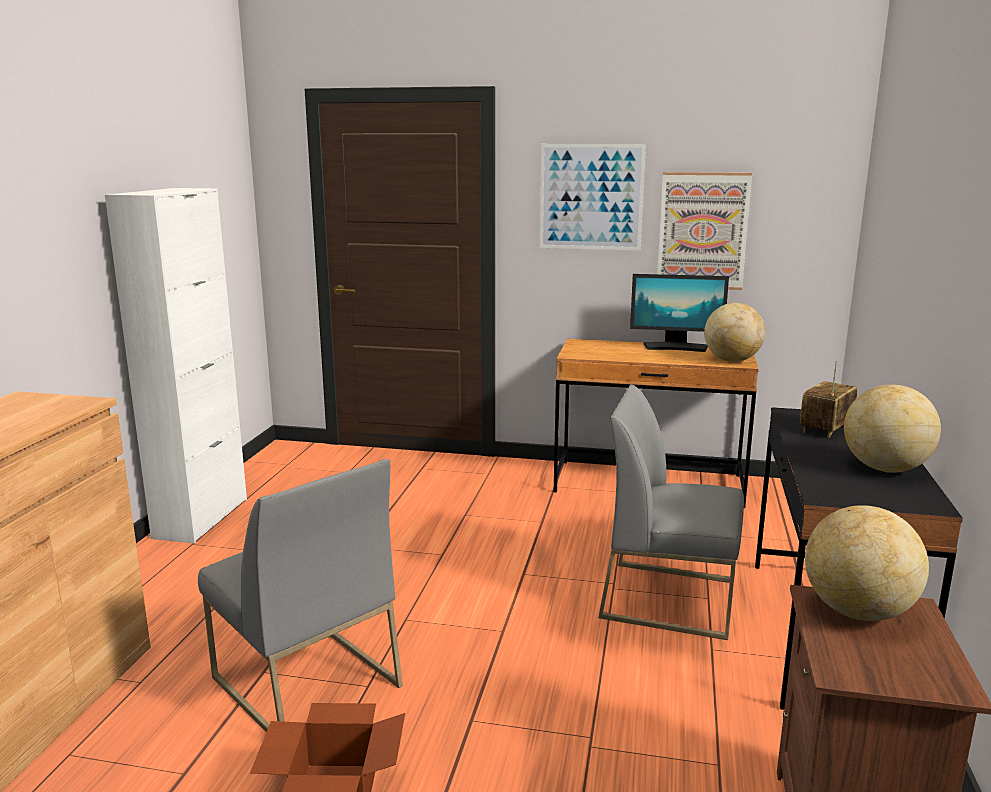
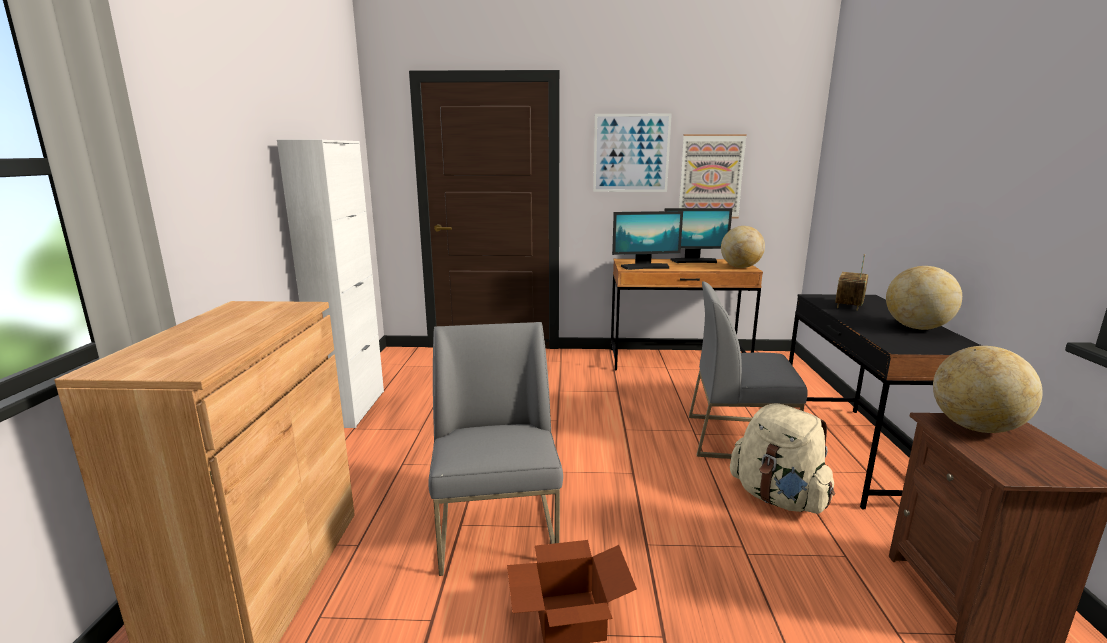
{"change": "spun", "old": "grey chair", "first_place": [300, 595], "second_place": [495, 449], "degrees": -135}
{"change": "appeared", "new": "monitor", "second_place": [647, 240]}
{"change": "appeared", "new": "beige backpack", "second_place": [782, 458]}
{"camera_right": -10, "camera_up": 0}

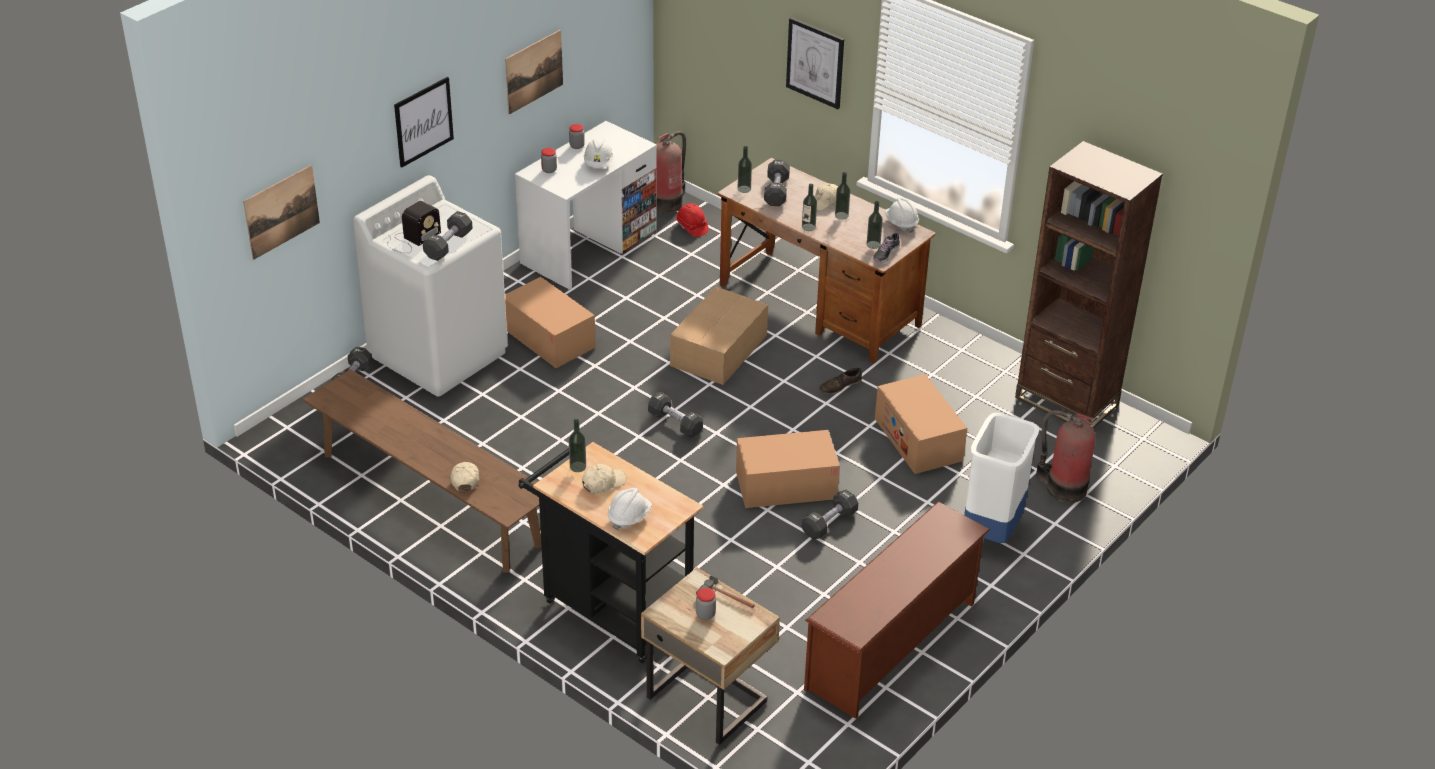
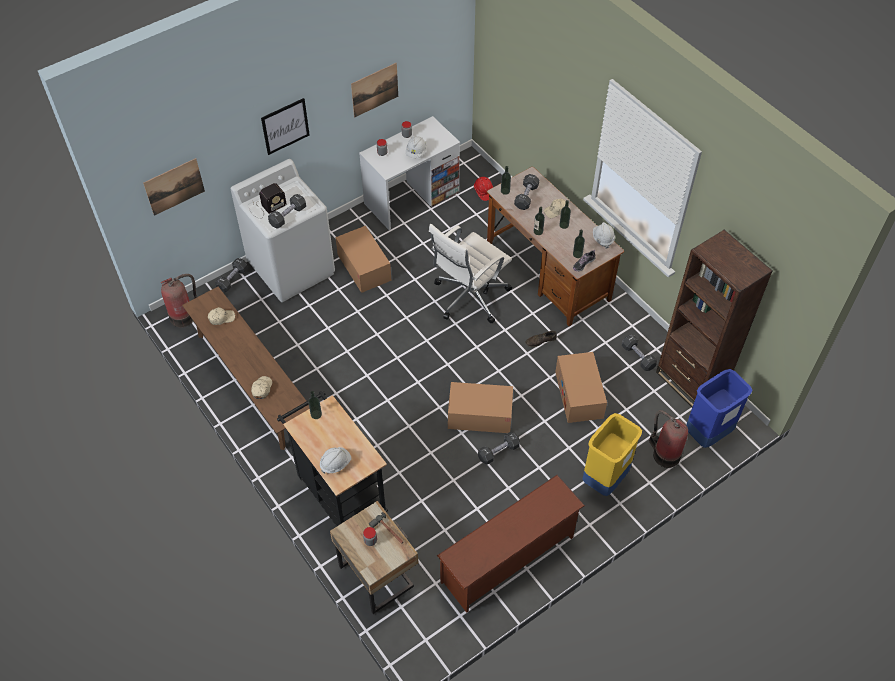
{"change": "relocated", "old": "fire extinguisher", "first_place": [671, 172], "second_place": [179, 300]}
{"change": "relocated", "old": "beige cap", "first_place": [604, 479], "second_place": [221, 316]}
{"change": "exchanged", "old": "cardboard box", "new": "white office chair", "first_place": [719, 336], "second_place": [470, 273]}
{"change": "colour", "old": "white trash can", "new": "yellow trash can", "first_place": [1001, 478], "second_place": [612, 454]}
{"change": "relocated", "old": "black dumbbell", "first_place": [675, 415], "second_place": [639, 353]}
{"change": "appeared", "new": "blue trash can", "second_place": [719, 408]}
{"change": "missing", "old": "picture", "first_place": [815, 63]}
{"camera_right": 15, "camera_up": 15}

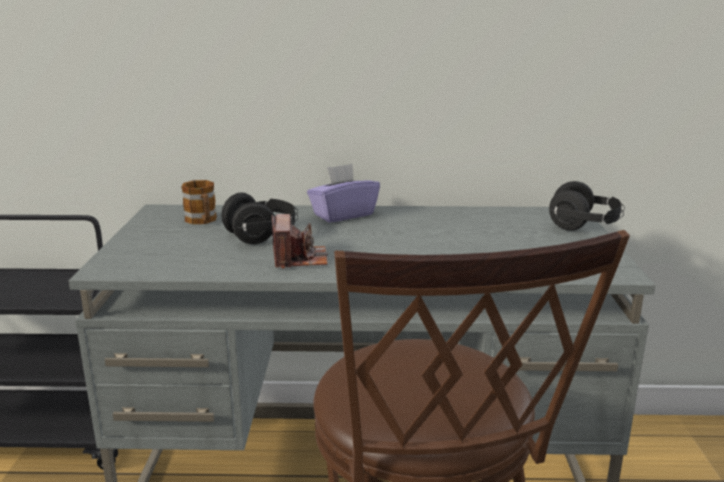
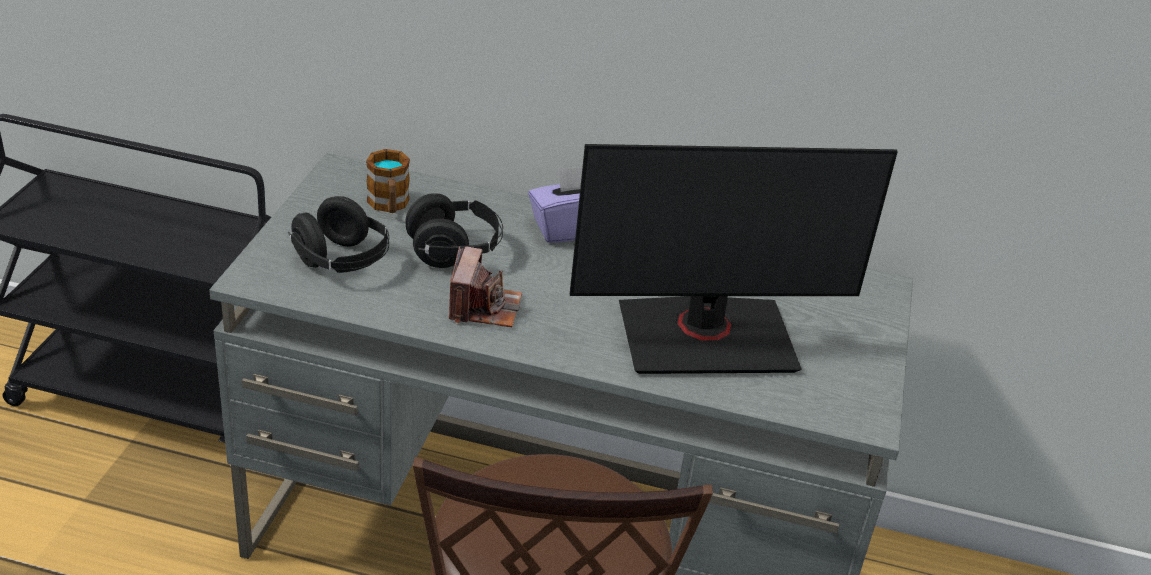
{"change": "relocated", "old": "black headphones", "first_place": [587, 206], "second_place": [338, 234]}
{"change": "appeared", "new": "monitor", "second_place": [734, 259]}
{"camera_right": 10, "camera_up": 15}

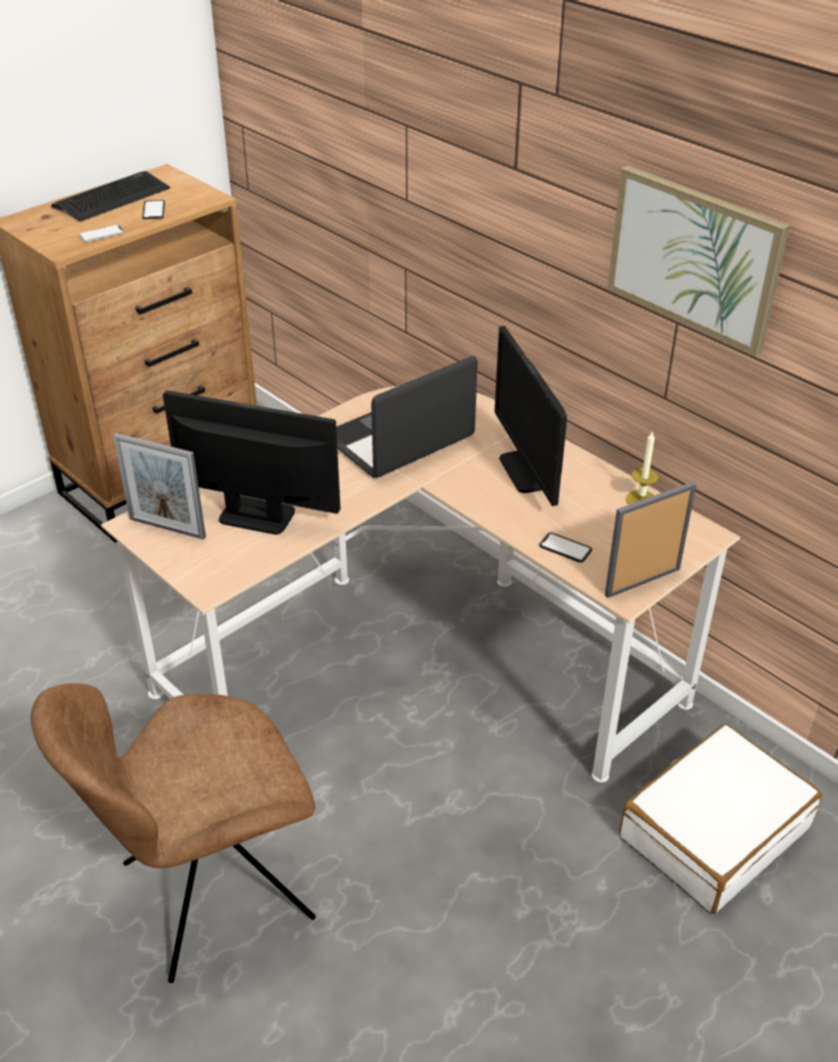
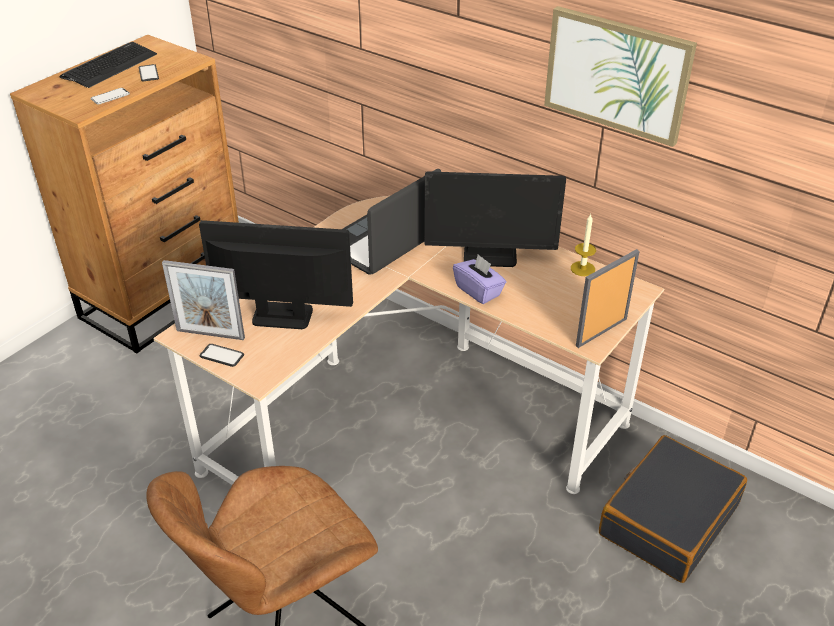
{"change": "relocated", "old": "phone", "first_place": [565, 547], "second_place": [222, 355]}
{"change": "spun", "old": "monitor", "first_place": [531, 416], "second_place": [495, 219], "degrees": -60}
{"change": "appeared", "new": "purple tissue box", "second_place": [479, 279]}
{"change": "colour", "old": "white suitcase", "new": "black suitcase", "first_place": [720, 819], "second_place": [673, 509]}
{"camera_right": -10, "camera_up": 0}

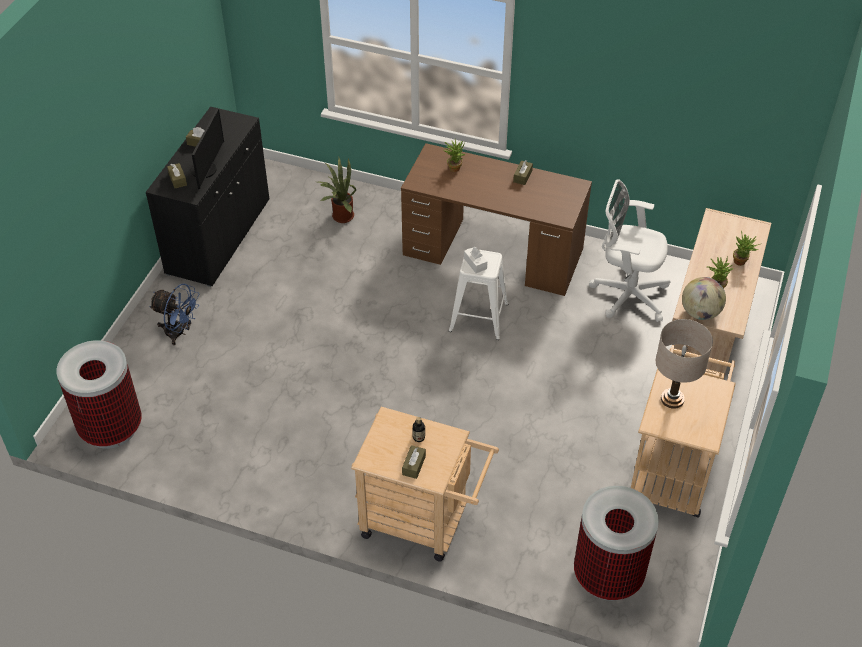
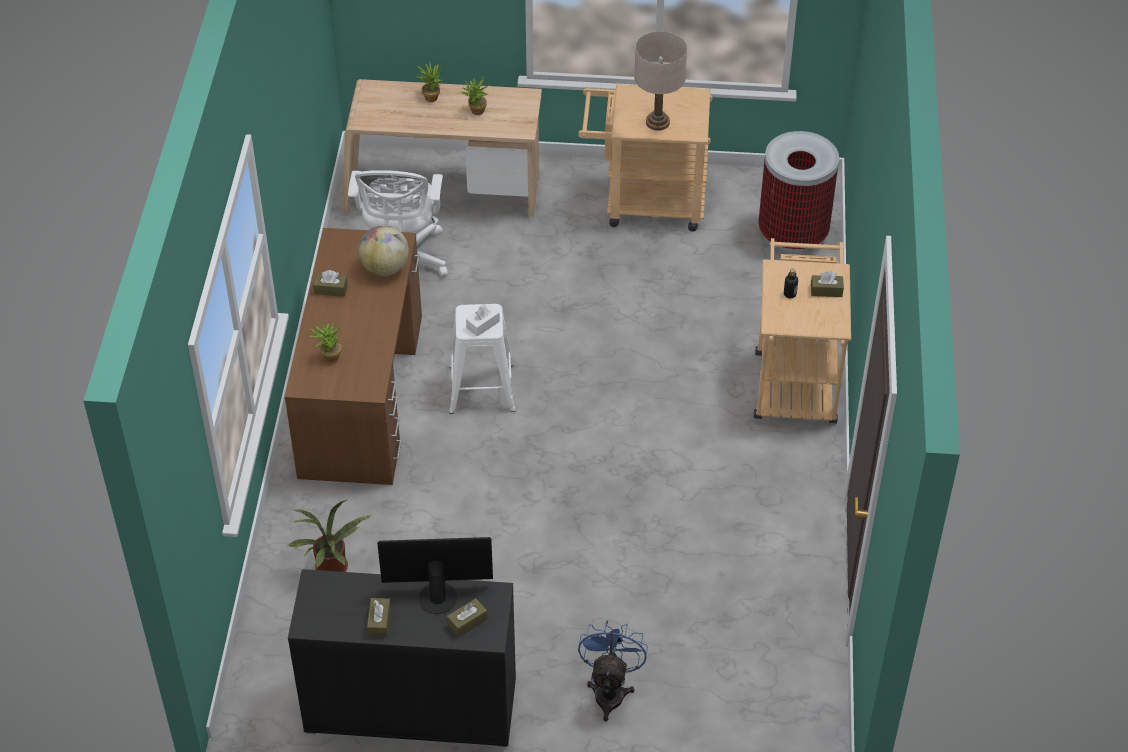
{"change": "relocated", "old": "globe", "first_place": [704, 298], "second_place": [383, 250]}
{"change": "missing", "old": "trash can", "first_place": [99, 394]}
{"camera_right": -105, "camera_up": 0}

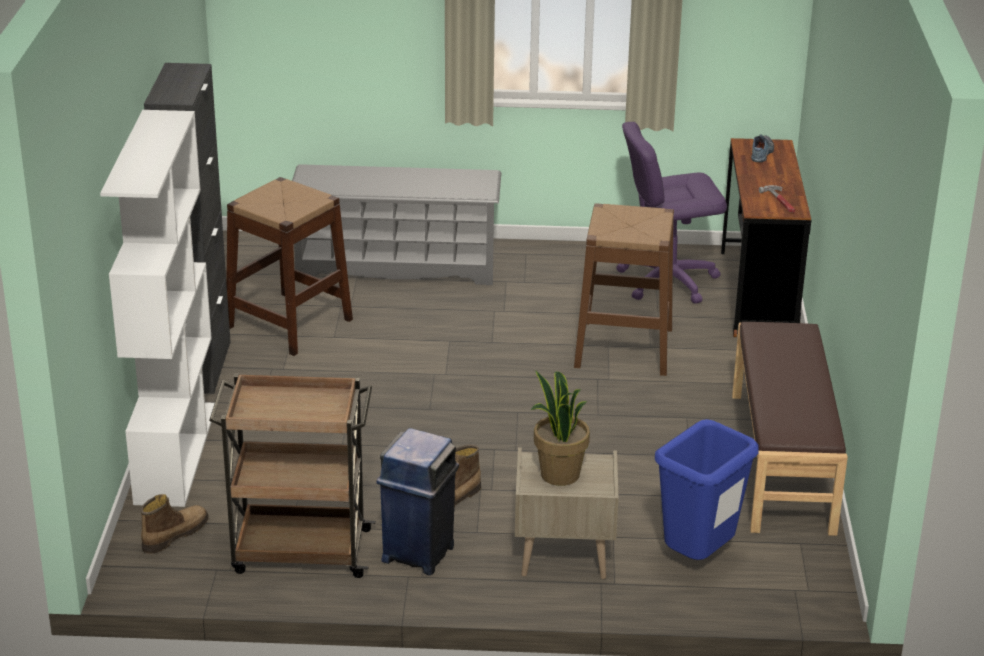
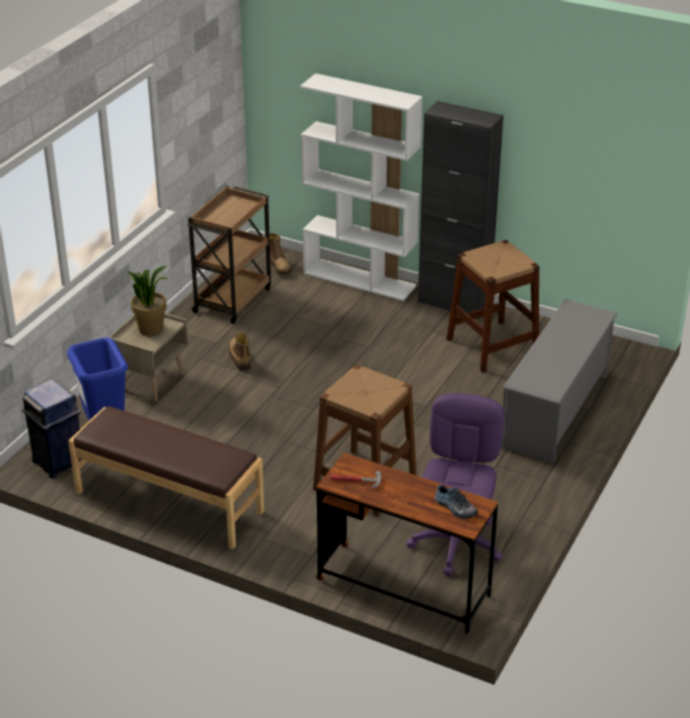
{"change": "relocated", "old": "blue trash can", "first_place": [417, 502], "second_place": [51, 429]}
{"camera_right": 115, "camera_up": 5}

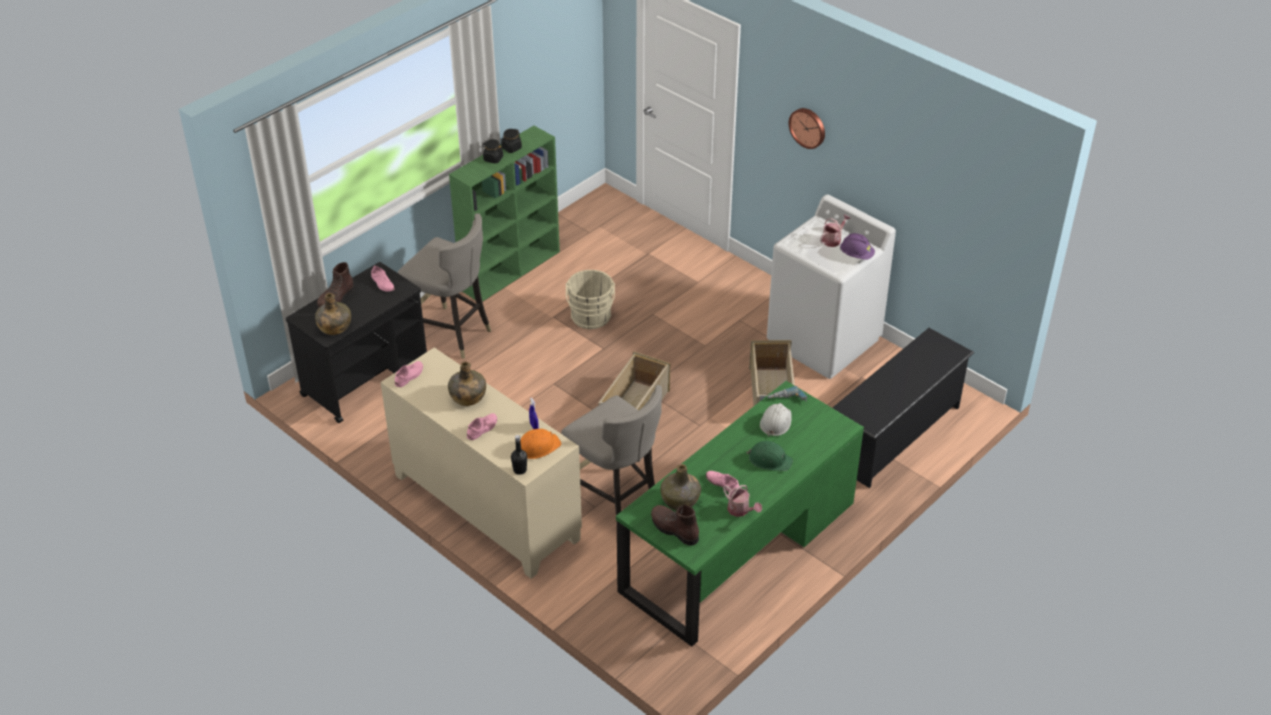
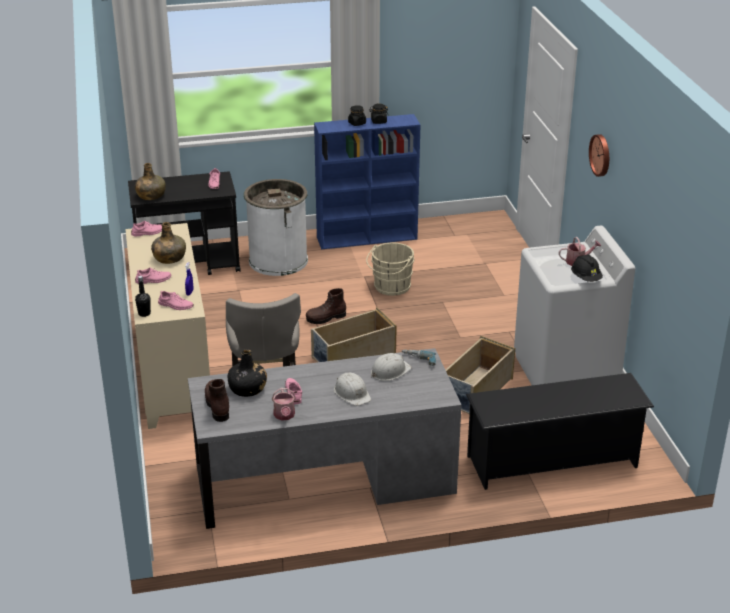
{"change": "exchanged", "old": "orange hard hat", "new": "pink shoe", "first_place": [540, 444], "second_place": [176, 300]}
{"change": "colour", "old": "green desk", "new": "grey desk", "first_place": [740, 514], "second_place": [325, 438]}
{"change": "colour", "old": "green bottle", "new": "black bottle", "first_place": [680, 487], "second_place": [247, 373]}
{"change": "exchanged", "old": "grey stool", "new": "white trash can", "first_place": [444, 286], "second_place": [276, 227]}
{"change": "relocated", "old": "brown boot", "first_place": [336, 285], "second_place": [326, 306]}
{"change": "colour", "old": "green bookcase", "new": "blue bookcase", "first_place": [504, 214], "second_place": [367, 182]}
{"change": "colour", "old": "green hard hat", "new": "white hard hat", "first_place": [770, 456], "second_place": [352, 389]}
{"change": "colour", "old": "purple hard hat", "new": "black hard hat", "first_place": [857, 246], "second_place": [587, 268]}
{"camera_right": 35, "camera_up": -10}

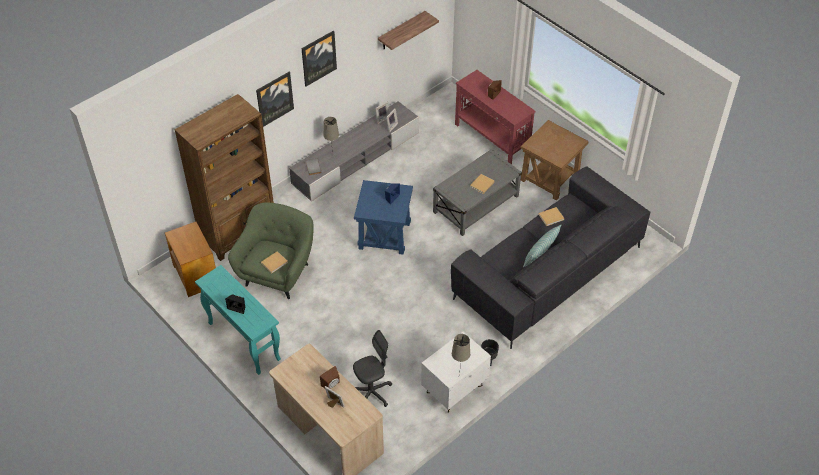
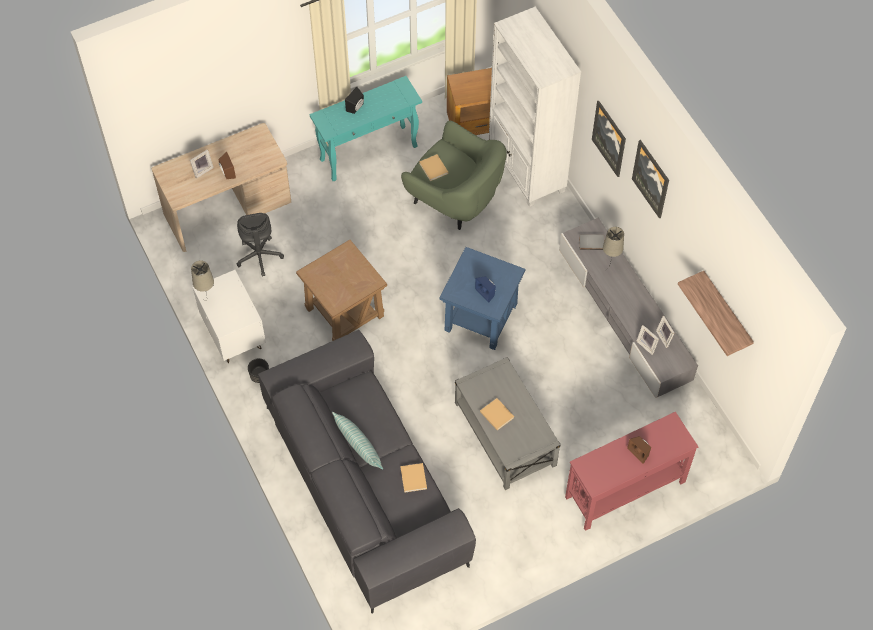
{"change": "relocated", "old": "brown side table", "first_place": [554, 160], "second_place": [341, 290]}
{"change": "colour", "old": "brown bookcase", "new": "white bookcase", "first_place": [224, 177], "second_place": [535, 107]}
{"camera_right": 105, "camera_up": 10}

